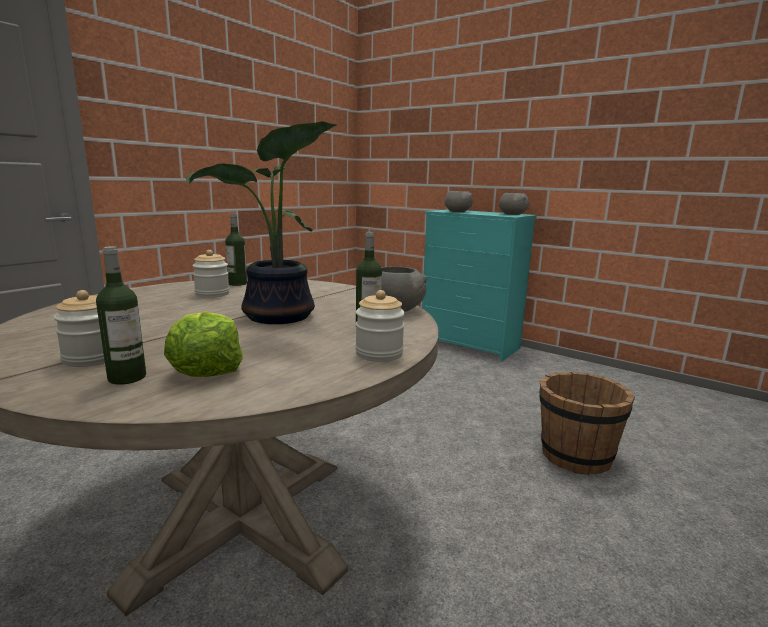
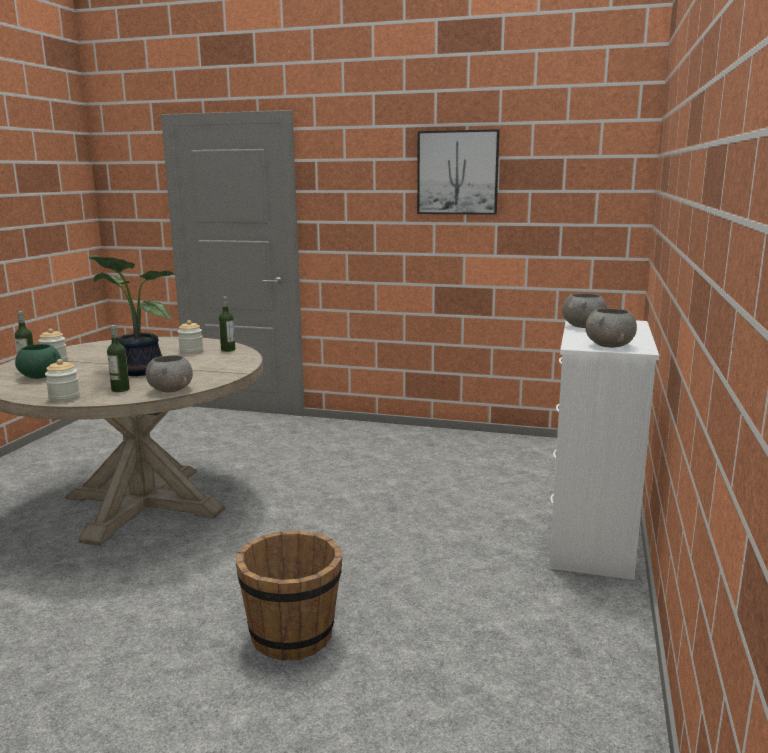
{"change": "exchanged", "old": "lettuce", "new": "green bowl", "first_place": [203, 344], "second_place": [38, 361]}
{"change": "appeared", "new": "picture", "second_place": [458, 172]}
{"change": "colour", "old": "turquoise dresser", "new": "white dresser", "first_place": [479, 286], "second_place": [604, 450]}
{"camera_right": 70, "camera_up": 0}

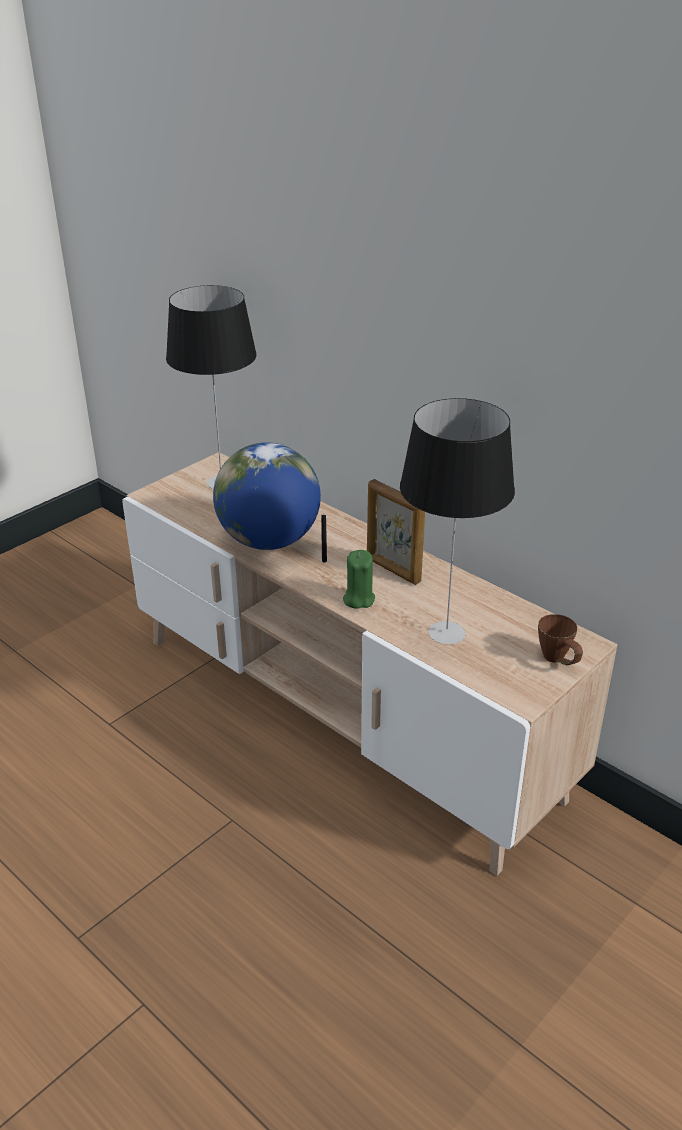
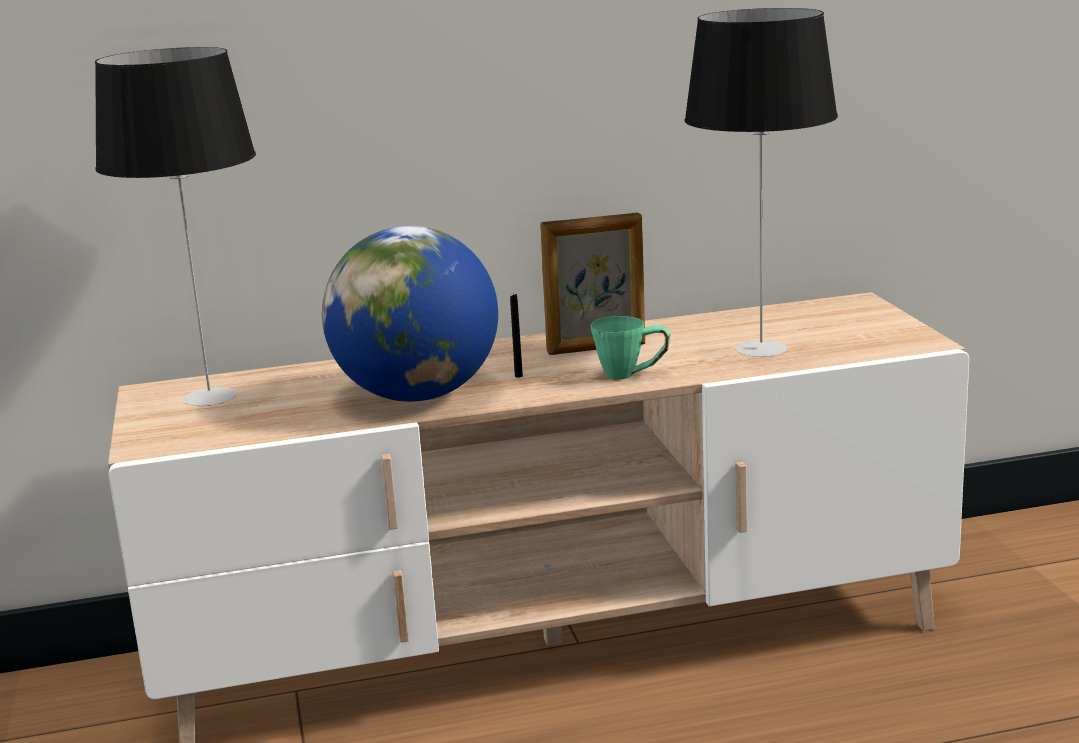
{"change": "exchanged", "old": "green candle", "new": "green mug", "first_place": [359, 579], "second_place": [631, 348]}
{"change": "missing", "old": "brown mug", "first_place": [560, 639]}
{"camera_right": -55, "camera_up": -15}

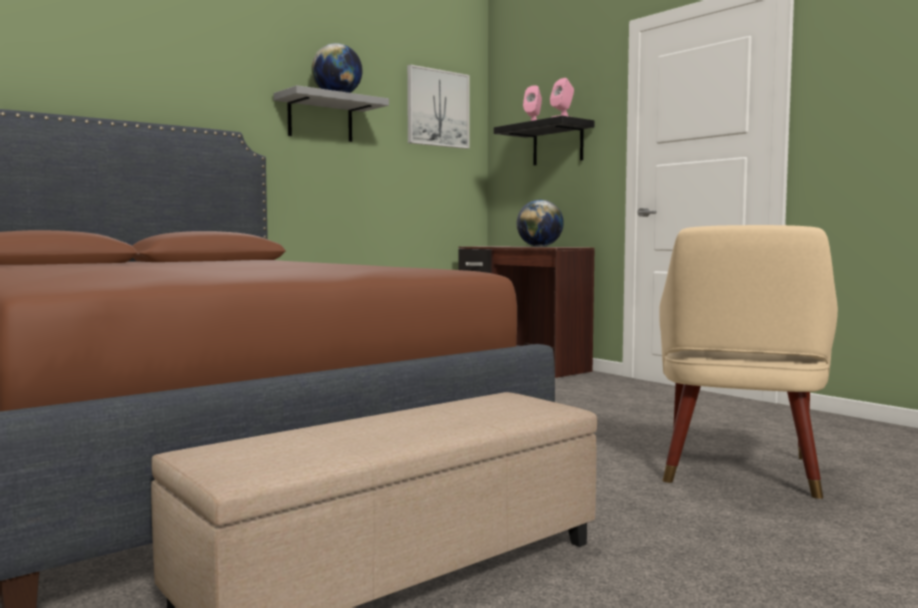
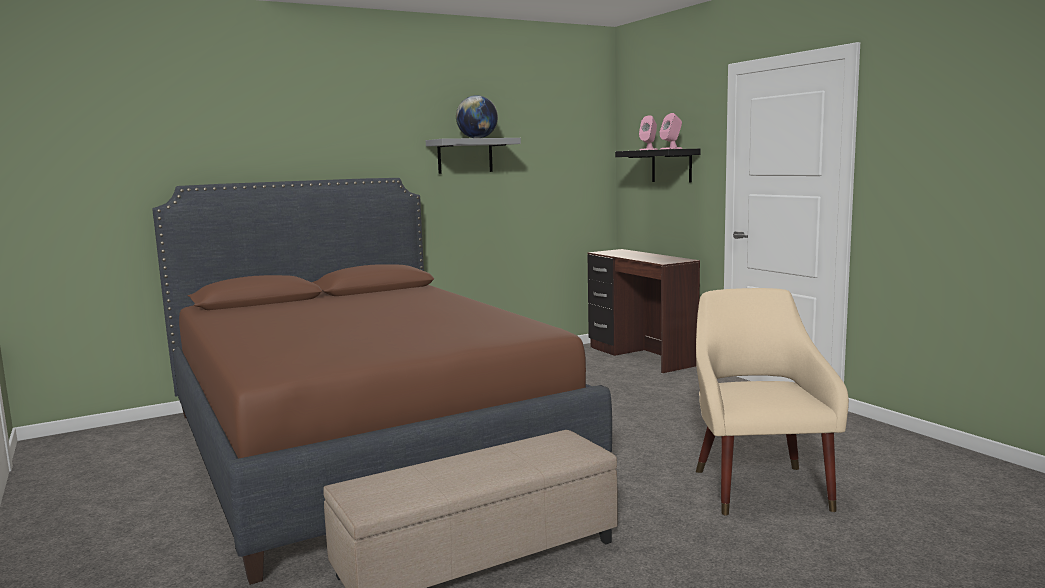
{"change": "spun", "old": "beige armchair", "first_place": [748, 362], "second_place": [772, 401], "degrees": 150}
{"change": "missing", "old": "picture", "first_place": [438, 107]}
{"change": "missing", "old": "globe", "first_place": [540, 223]}
{"camera_right": 10, "camera_up": 5}

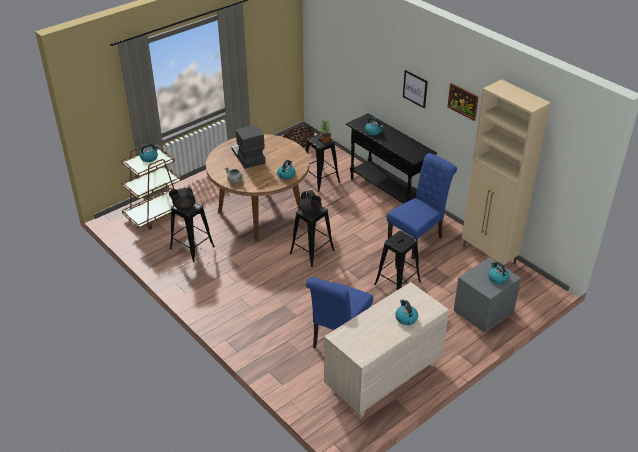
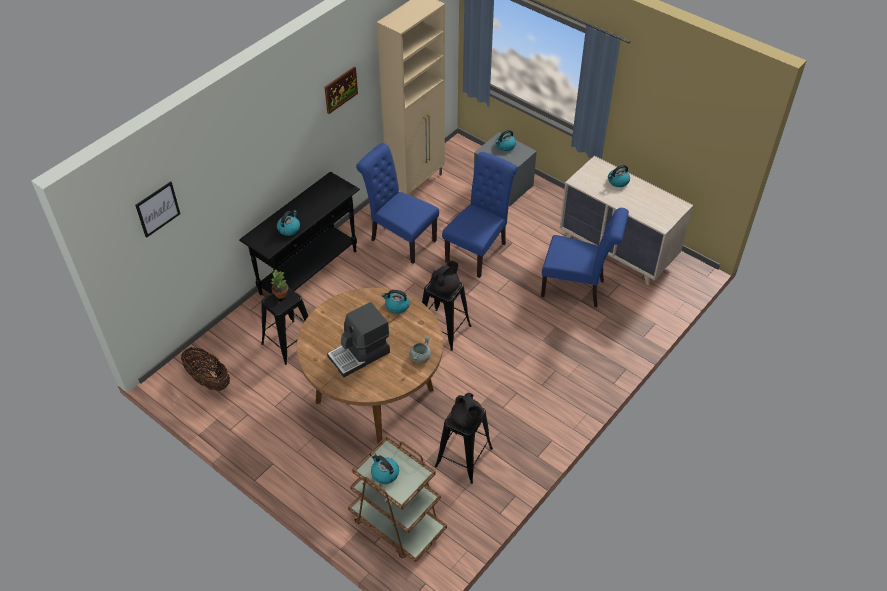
{"change": "relocated", "old": "picture", "first_place": [415, 89], "second_place": [157, 209]}
{"change": "exchanged", "old": "black stool", "new": "blue chair", "first_place": [397, 260], "second_place": [480, 215]}
{"camera_right": -100, "camera_up": 10}

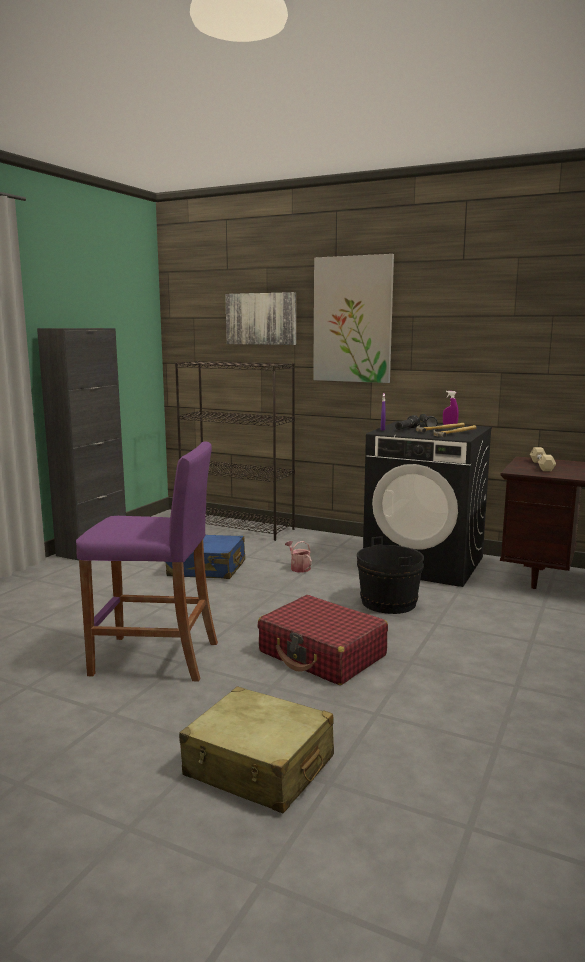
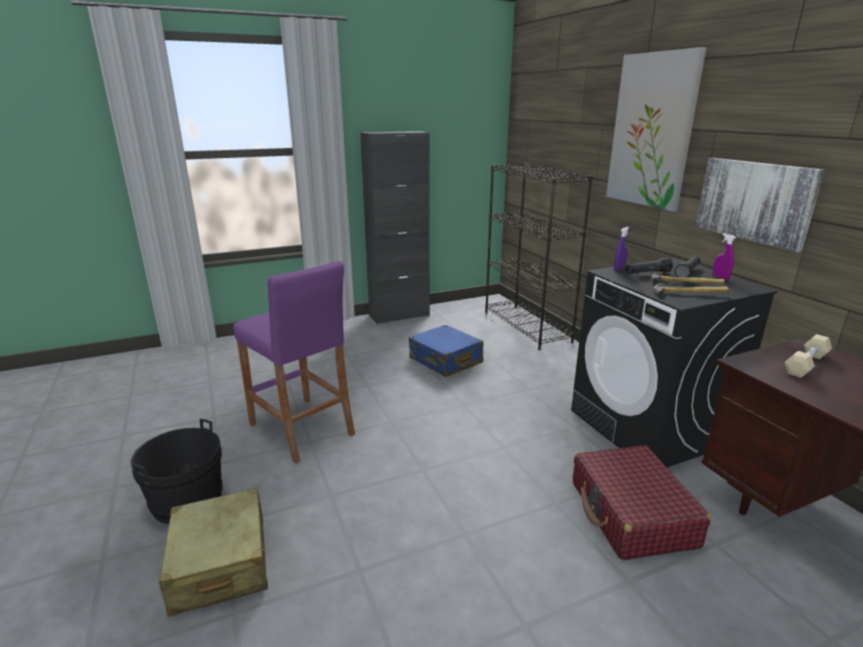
{"change": "relocated", "old": "black bucket", "first_place": [390, 575], "second_place": [176, 471]}
{"change": "relocated", "old": "red suitcase", "first_place": [323, 640], "second_place": [642, 502]}
{"change": "relocated", "old": "picture", "first_place": [260, 318], "second_place": [760, 205]}
{"change": "missing", "old": "watering can", "first_place": [298, 557]}
{"camera_right": 40, "camera_up": 10}

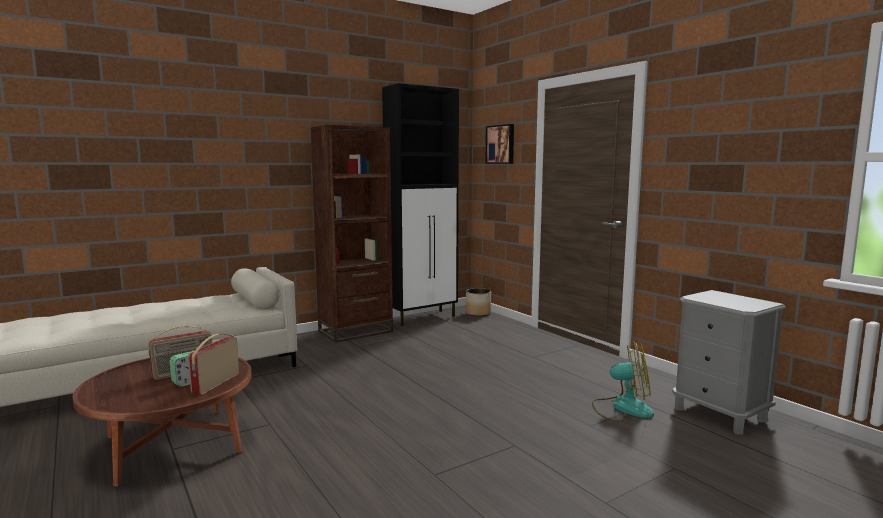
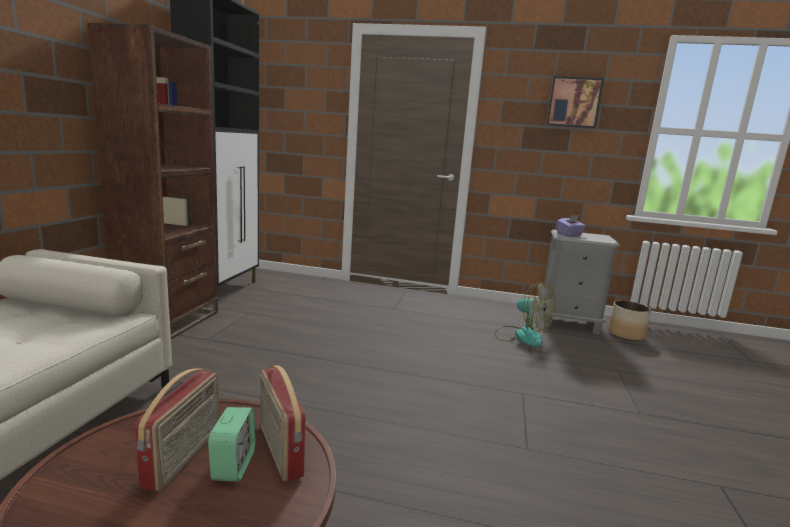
{"change": "spun", "old": "fan", "first_place": [623, 381], "second_place": [525, 314], "degrees": 75}
{"change": "relocated", "old": "picture", "first_place": [499, 144], "second_place": [575, 102]}
{"change": "appeared", "new": "purple tissue box", "second_place": [571, 225]}
{"change": "relocated", "old": "planter", "first_place": [478, 302], "second_place": [629, 320]}
{"camera_right": -45, "camera_up": 5}

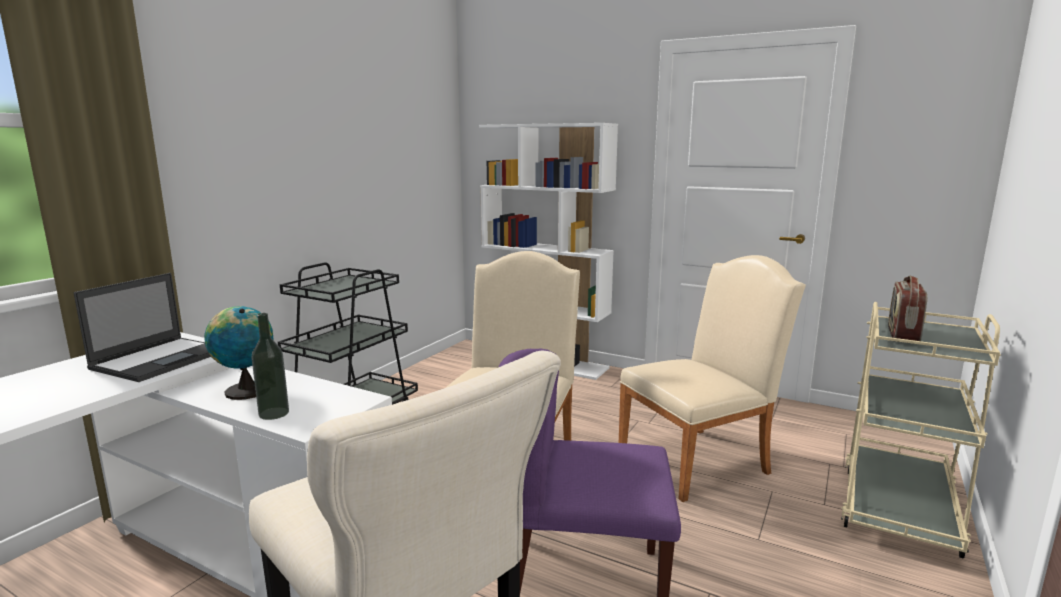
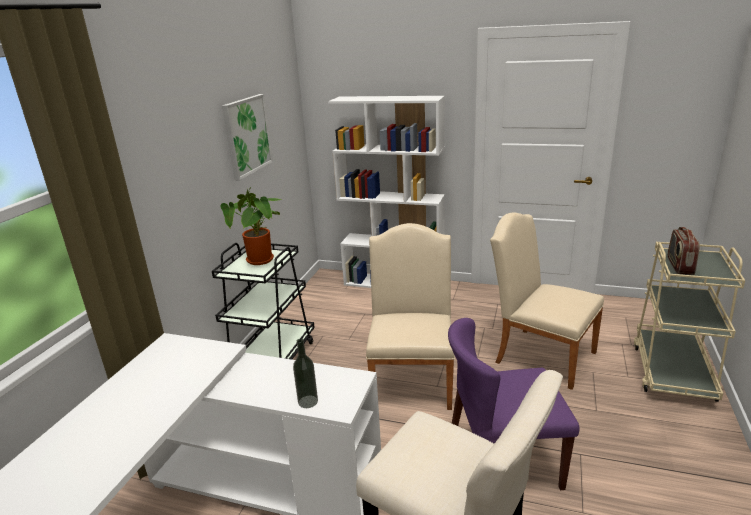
{"change": "appeared", "new": "potted plant", "second_place": [251, 226]}
{"change": "appeared", "new": "picture", "second_place": [247, 137]}
{"change": "spun", "old": "beige chair", "first_place": [712, 378], "second_place": [547, 301], "degrees": -105}
{"change": "missing", "old": "laptop", "first_place": [142, 327]}
{"change": "missing", "old": "globe", "first_place": [239, 353]}
{"camera_right": -10, "camera_up": 10}

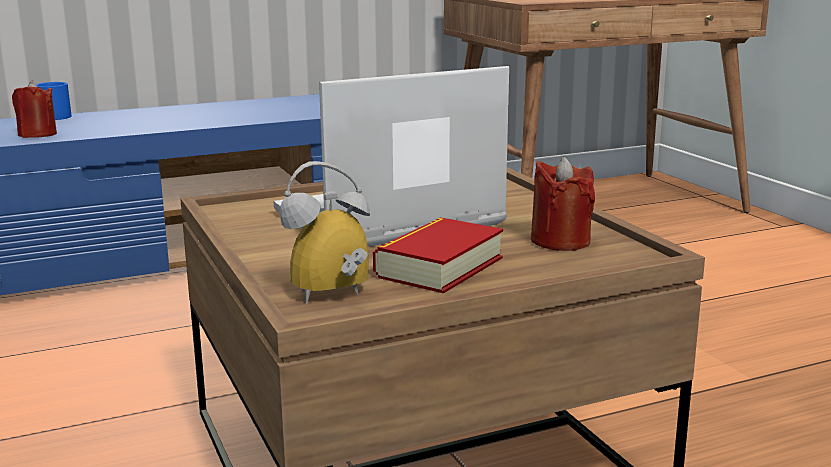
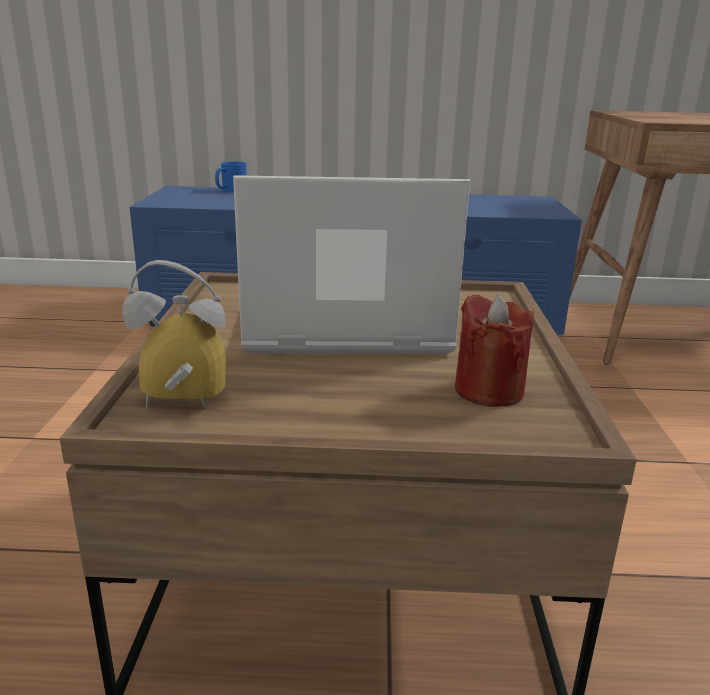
{"change": "missing", "old": "red candle", "first_place": [34, 109]}
{"change": "missing", "old": "book", "first_place": [438, 255]}
{"camera_right": 25, "camera_up": 5}

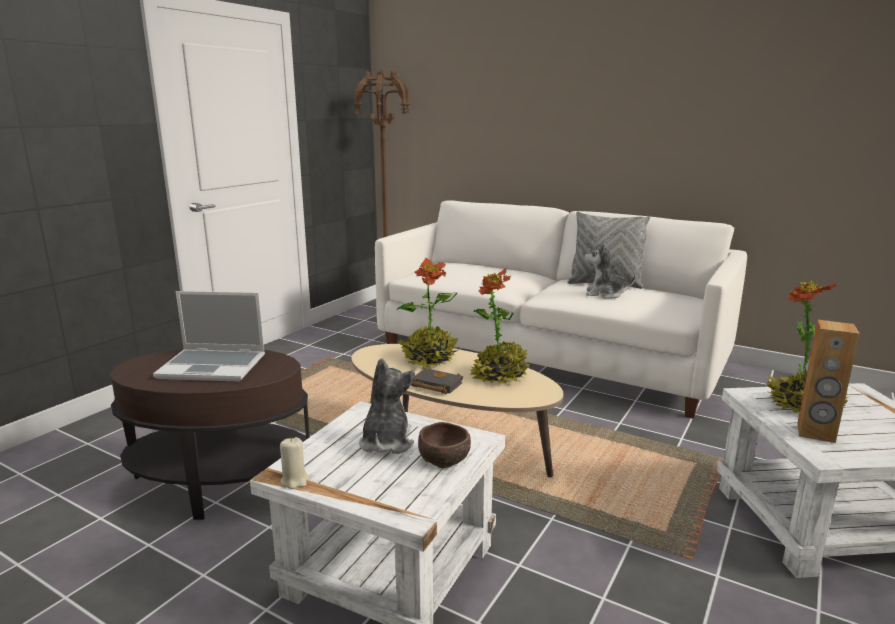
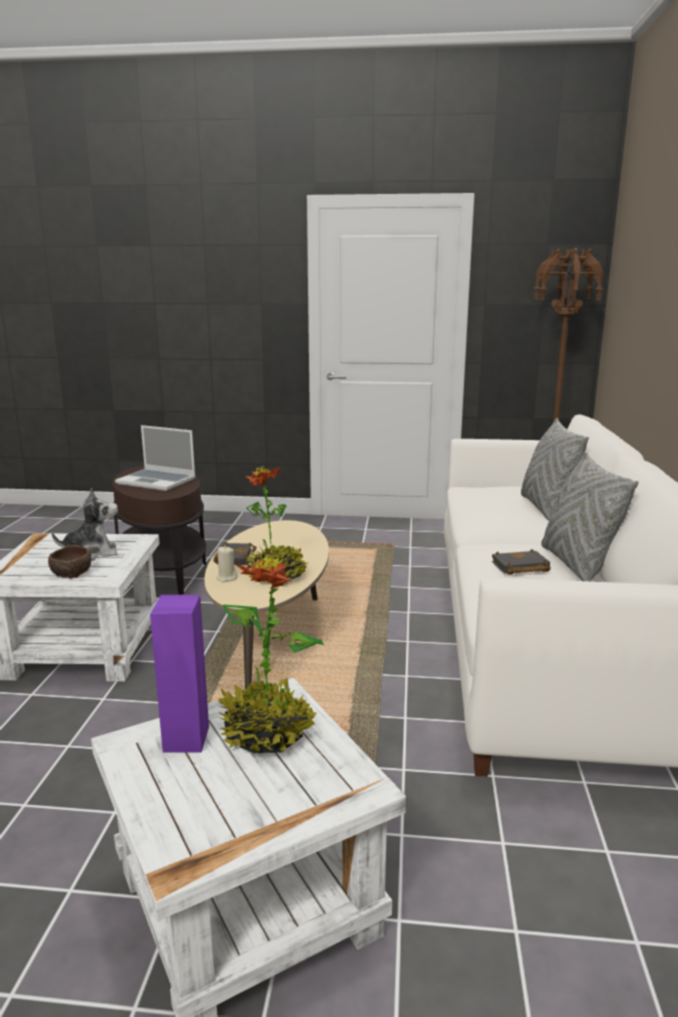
{"change": "spun", "old": "laptop", "first_place": [209, 336], "second_place": [155, 458], "degrees": -45}
{"change": "colour", "old": "brown speaker", "new": "purple speaker", "first_place": [828, 381], "second_place": [179, 674]}
{"change": "relocated", "old": "beige candle", "first_place": [294, 463], "second_place": [227, 564]}
{"change": "exchanged", "old": "plush toy", "new": "black book", "first_place": [610, 271], "second_place": [521, 562]}
{"change": "appeared", "new": "grey pillow", "second_place": [555, 469]}
{"change": "missing", "old": "potted plant", "first_place": [428, 313]}
{"camera_right": 65, "camera_up": 0}

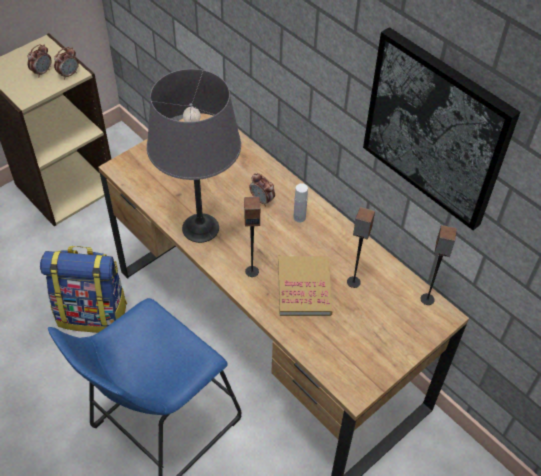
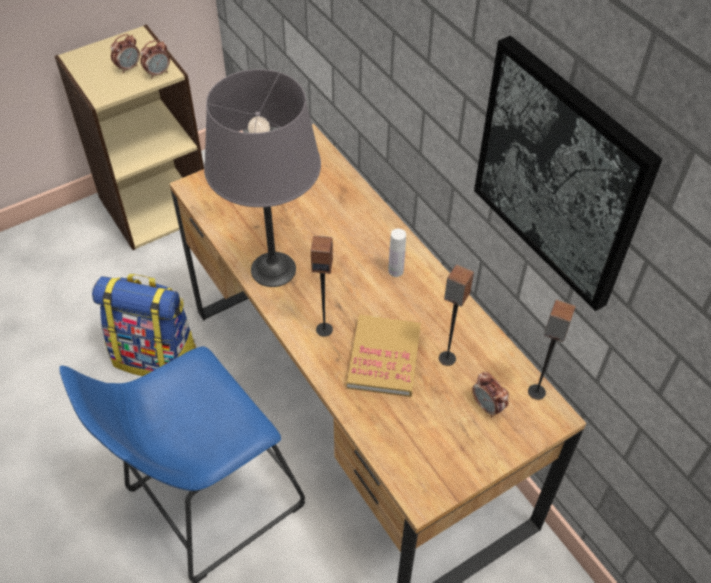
{"change": "relocated", "old": "alarm clock", "first_place": [262, 190], "second_place": [490, 394]}
{"camera_right": 10, "camera_up": 0}

